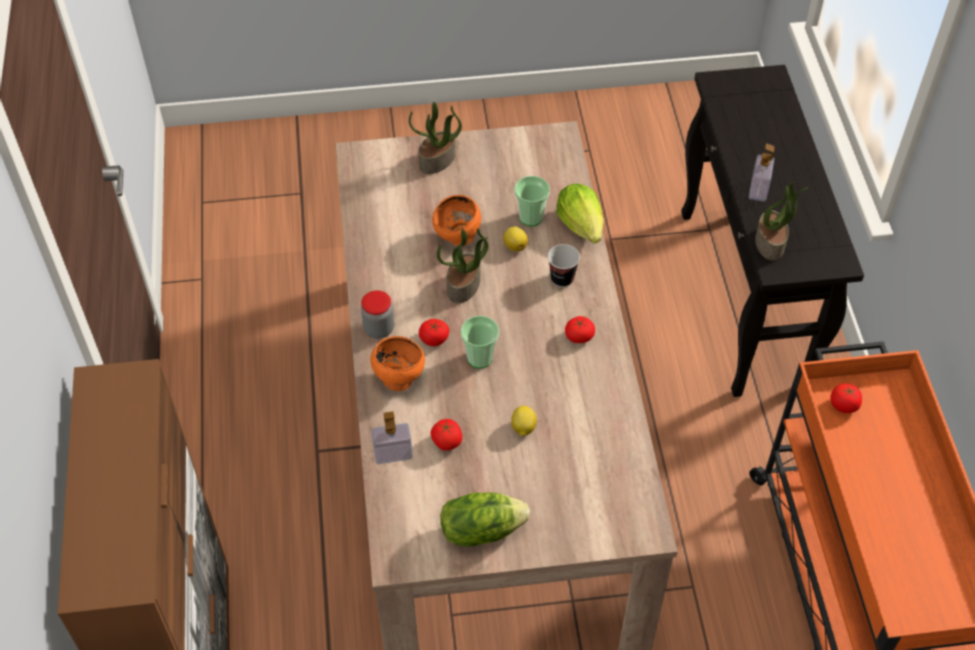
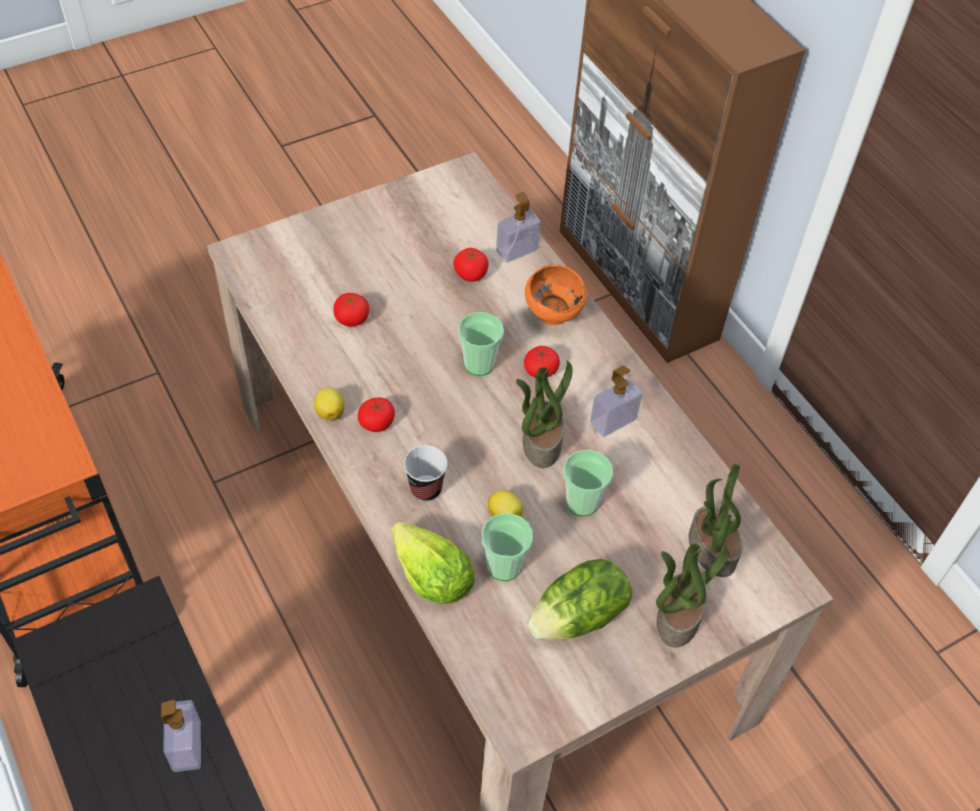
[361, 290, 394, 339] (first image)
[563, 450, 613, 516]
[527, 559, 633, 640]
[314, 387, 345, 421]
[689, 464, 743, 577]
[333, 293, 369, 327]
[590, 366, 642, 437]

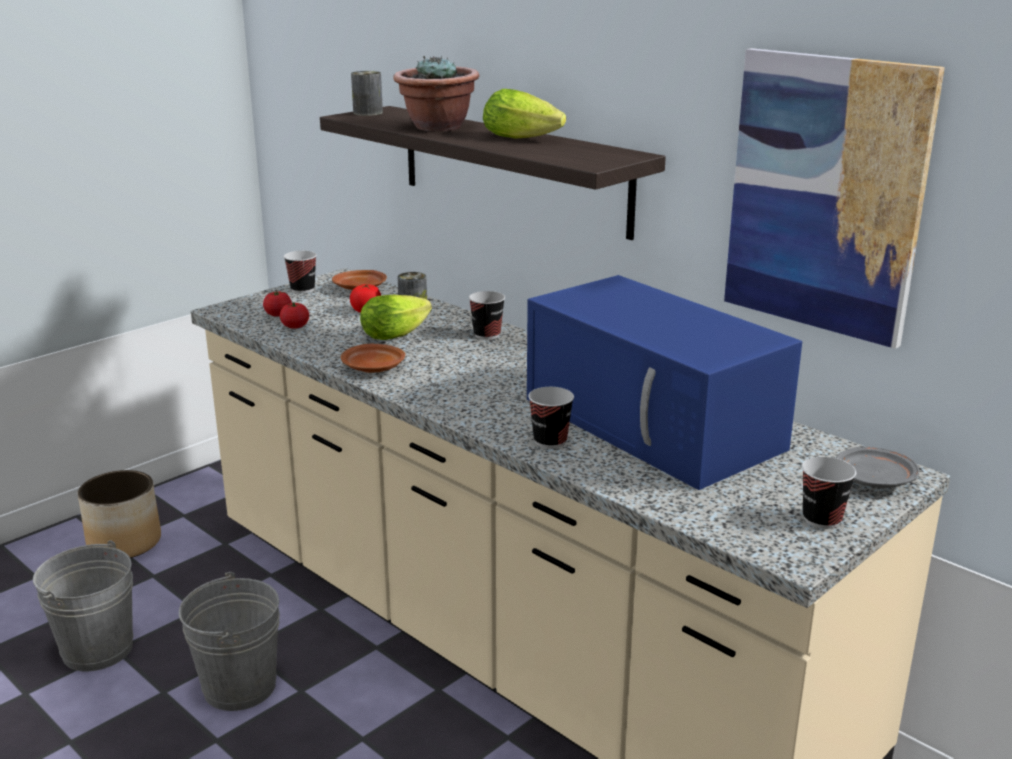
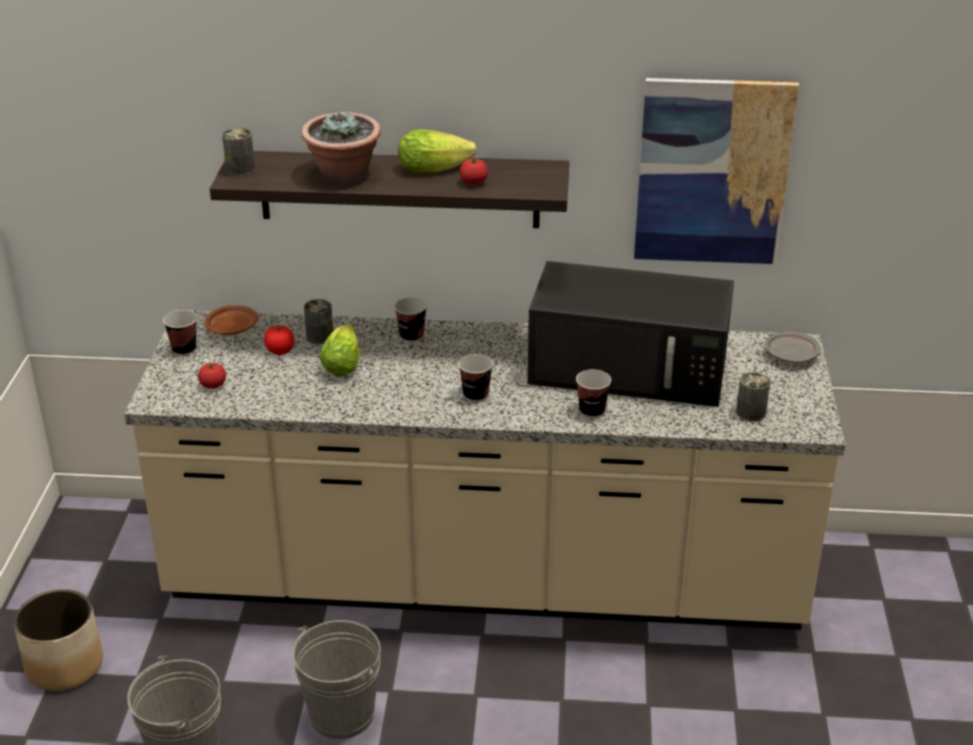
[459, 159, 488, 185]
[341, 344, 405, 373] (first image)
[527, 261, 734, 407]
[458, 354, 493, 402]
[736, 372, 770, 422]

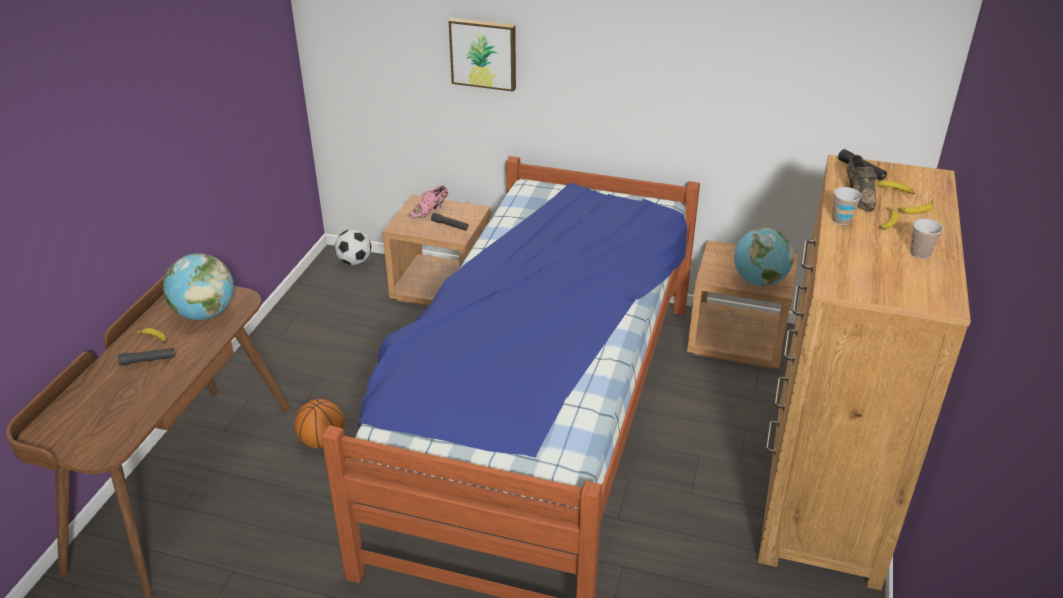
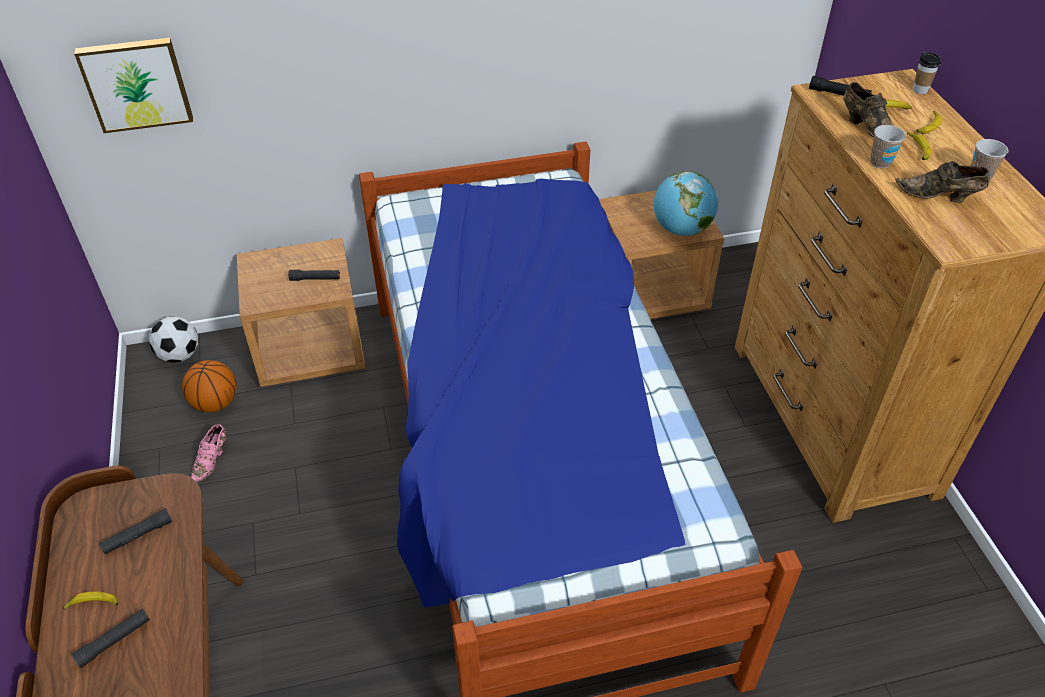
[99, 508, 172, 554]
[182, 360, 237, 413]
[191, 424, 226, 482]
[74, 38, 193, 133]
[895, 161, 990, 203]
[913, 52, 941, 94]

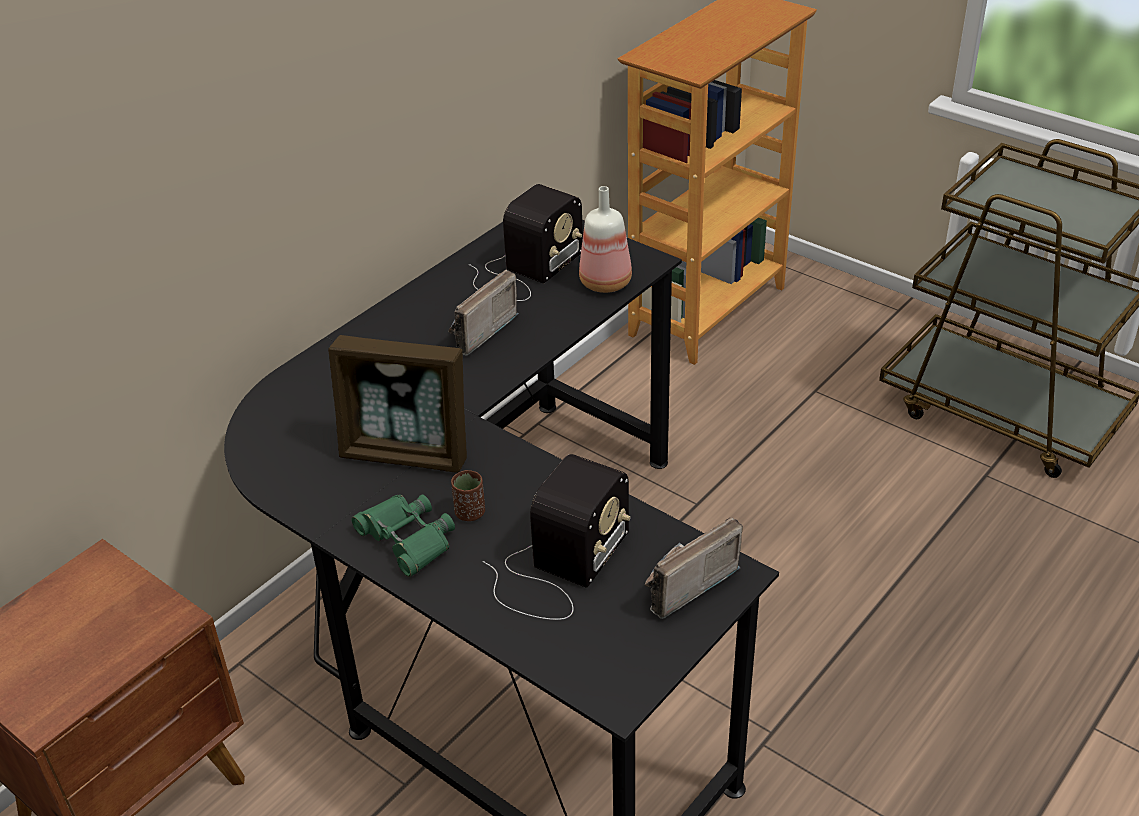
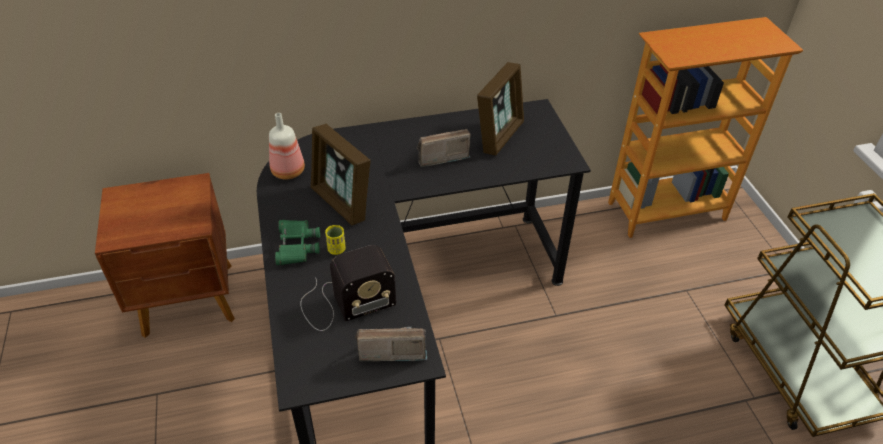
[325, 225, 346, 255]
[477, 62, 524, 155]
[269, 113, 305, 179]

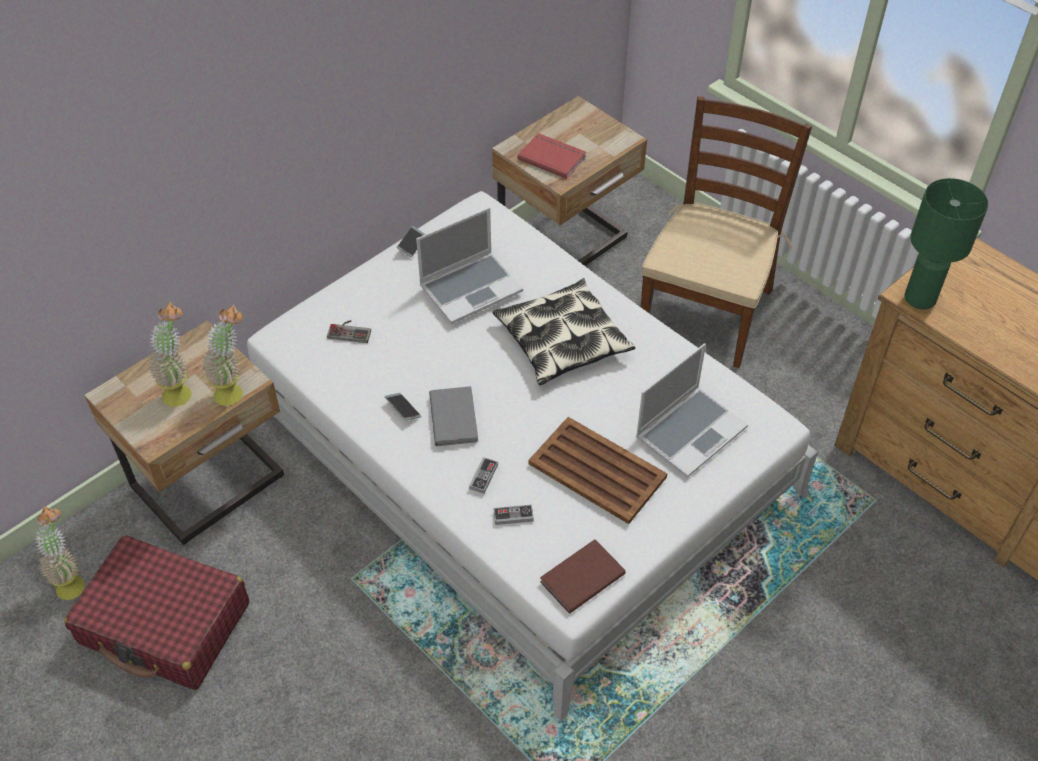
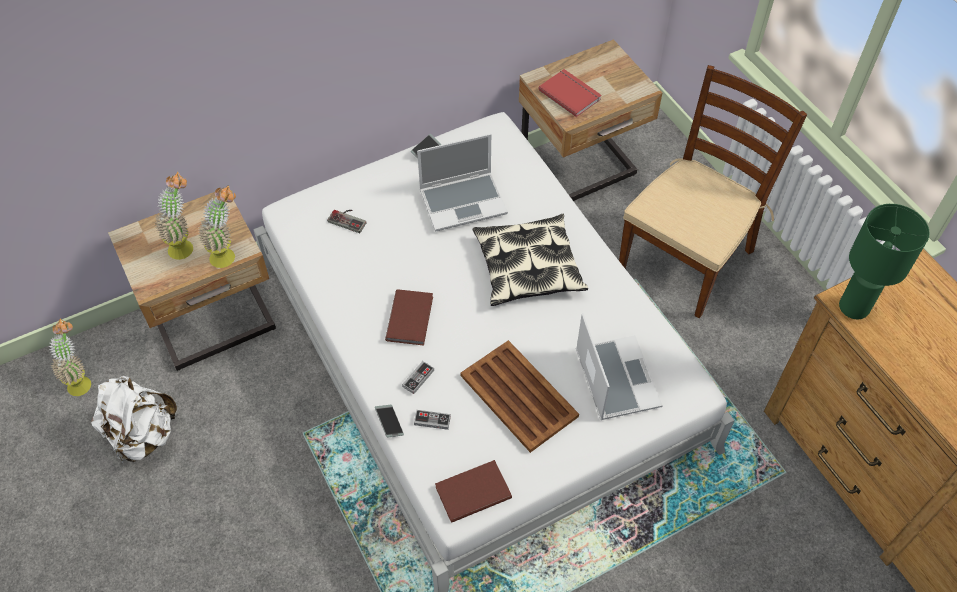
[91, 376, 177, 464]
[375, 405, 404, 438]
[385, 289, 433, 345]
[576, 313, 663, 420]

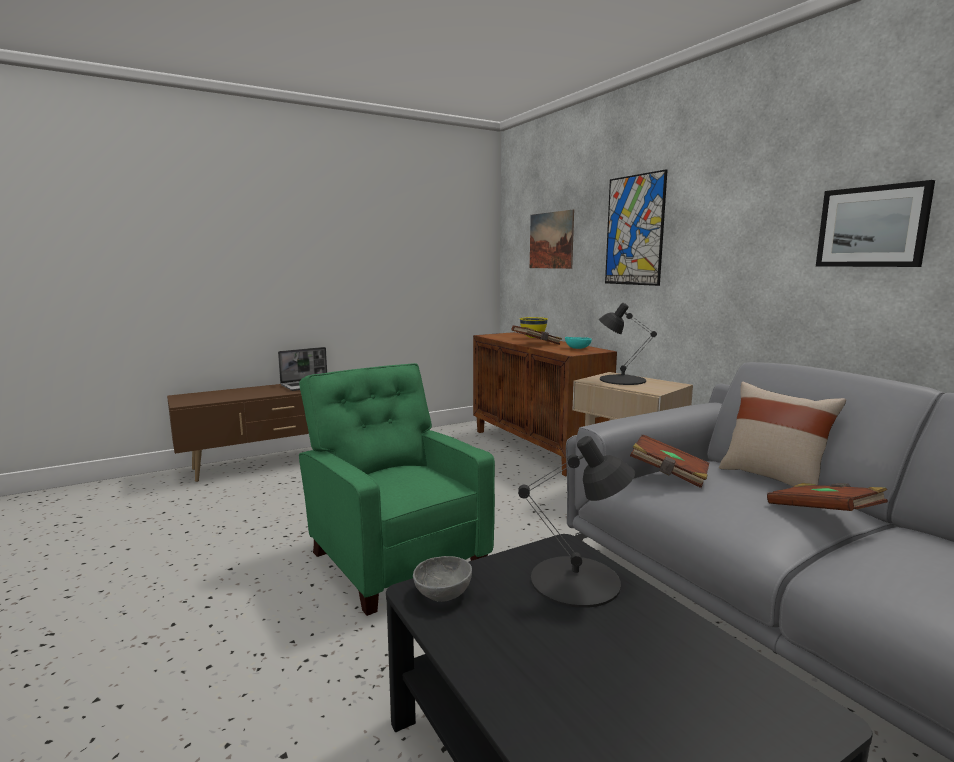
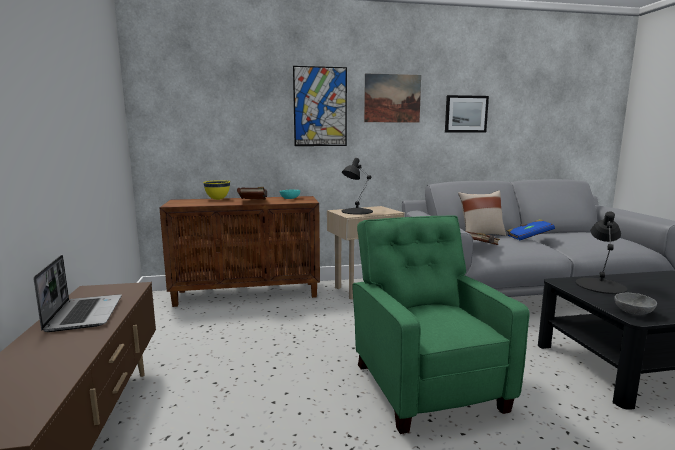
[352, 215, 529, 434]
[364, 73, 421, 123]
[507, 219, 555, 240]

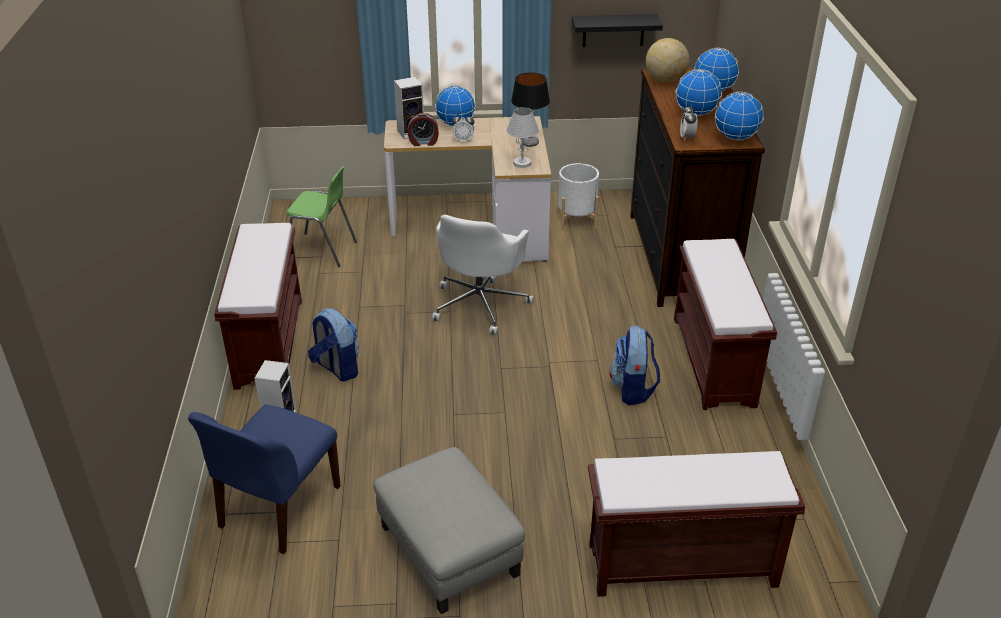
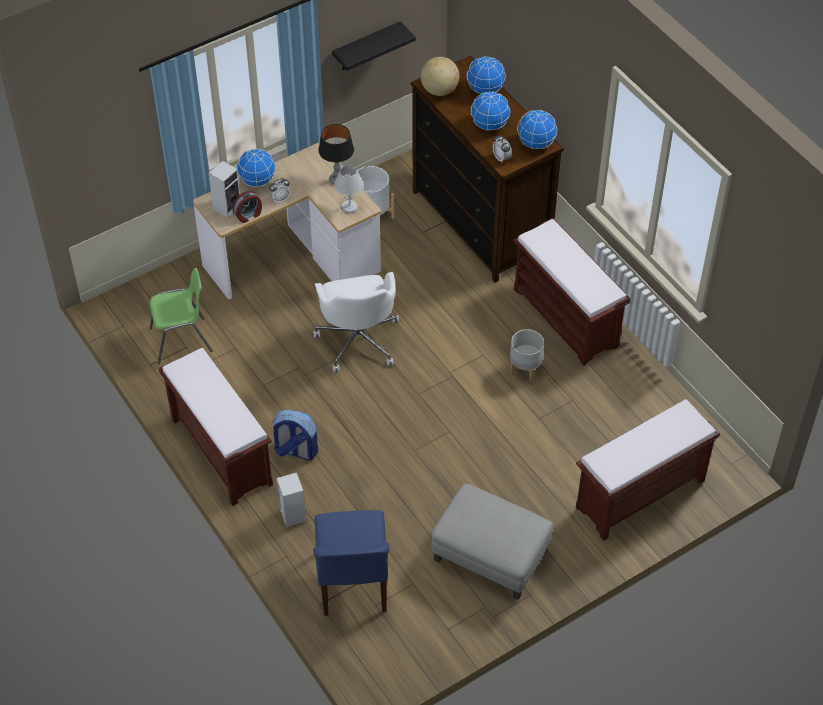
[510, 329, 544, 382]

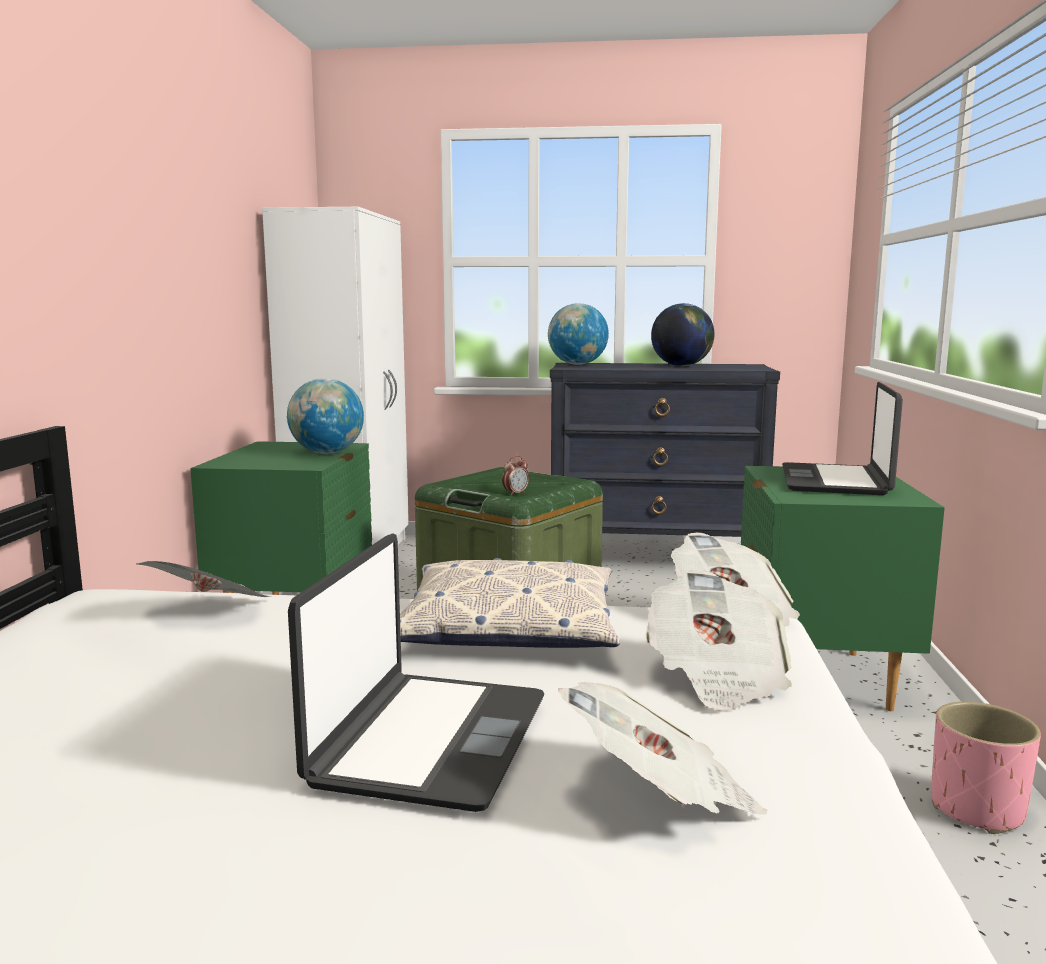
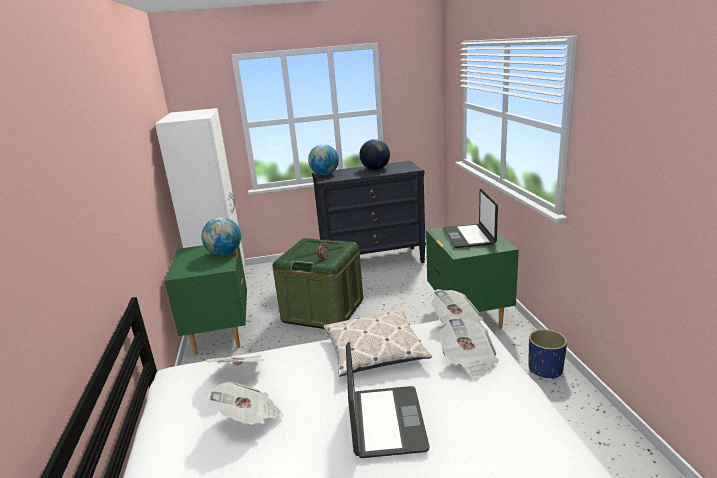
[207, 382, 284, 426]
[528, 329, 567, 379]

